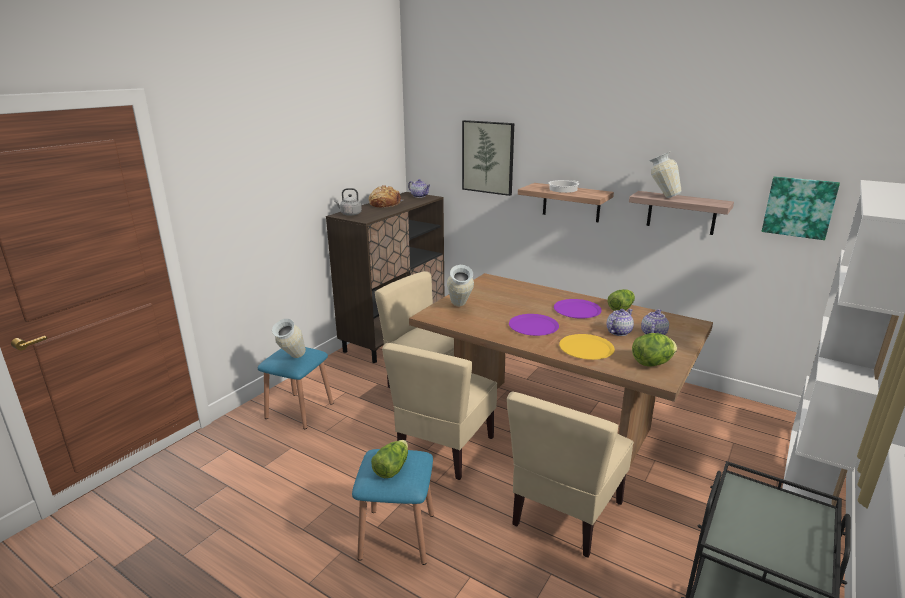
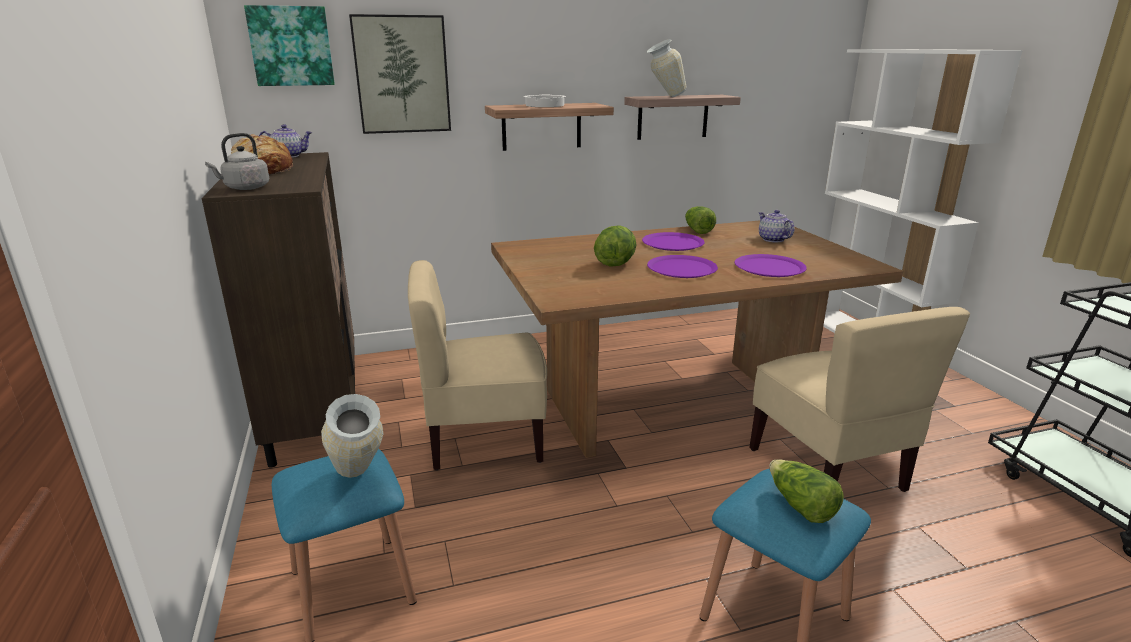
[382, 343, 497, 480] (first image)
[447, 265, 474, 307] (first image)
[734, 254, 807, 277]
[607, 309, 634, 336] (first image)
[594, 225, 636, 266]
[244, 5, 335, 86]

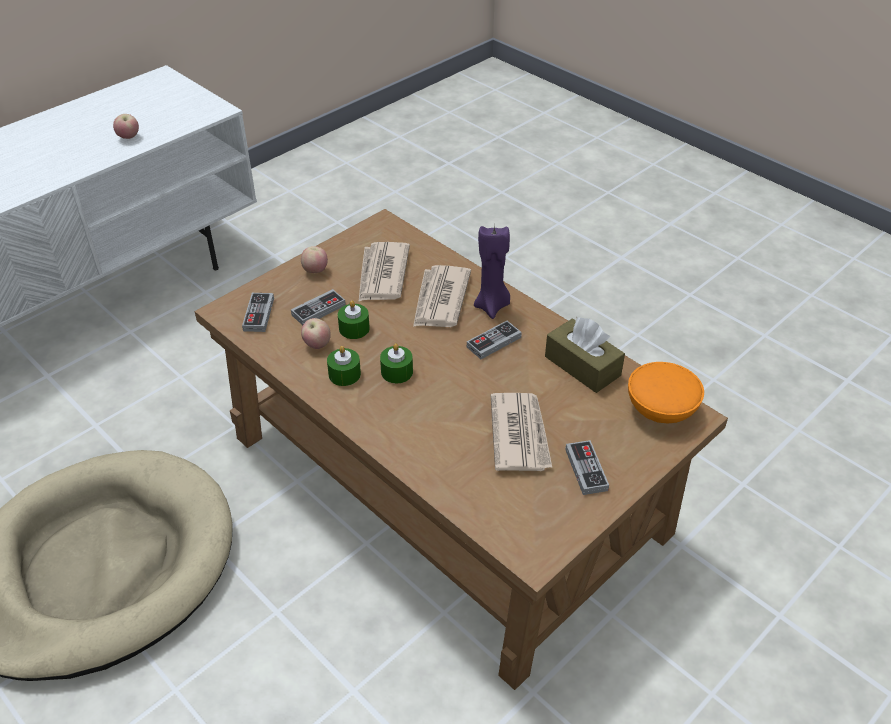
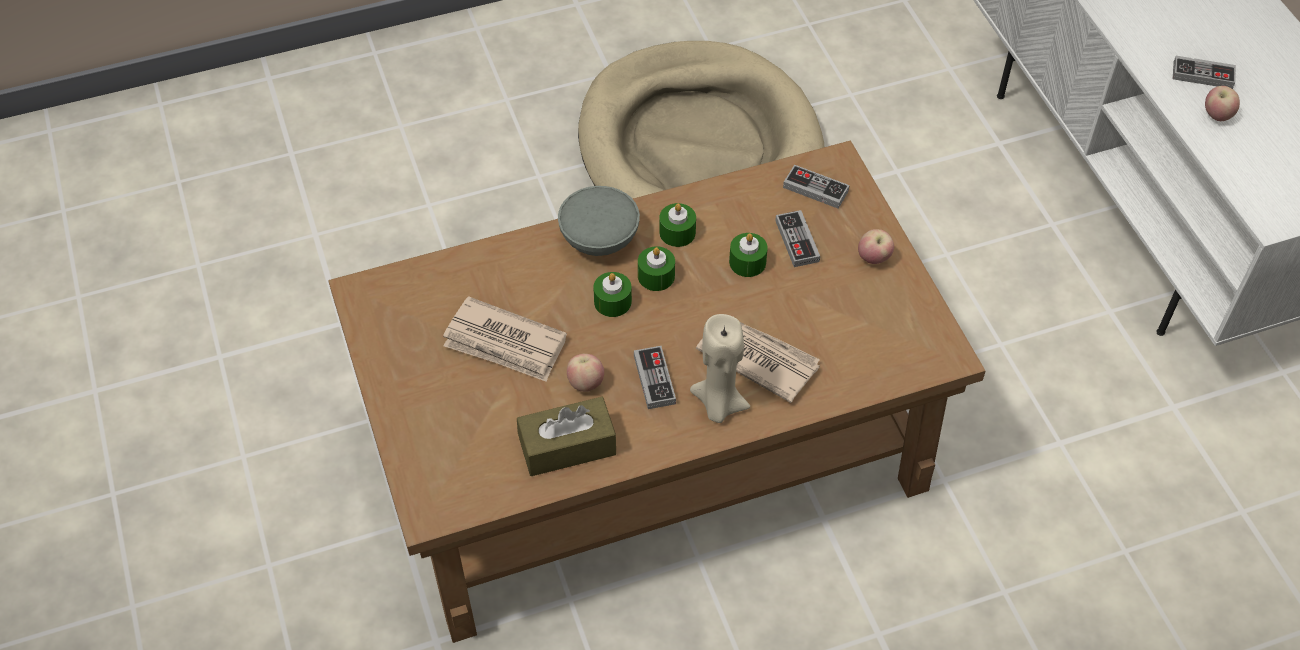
[567, 354, 604, 392]
[359, 242, 410, 301] (first image)
[690, 314, 750, 423]
[1173, 56, 1236, 89]
[628, 362, 704, 424] (first image)
[558, 186, 640, 256]
[593, 272, 632, 317]

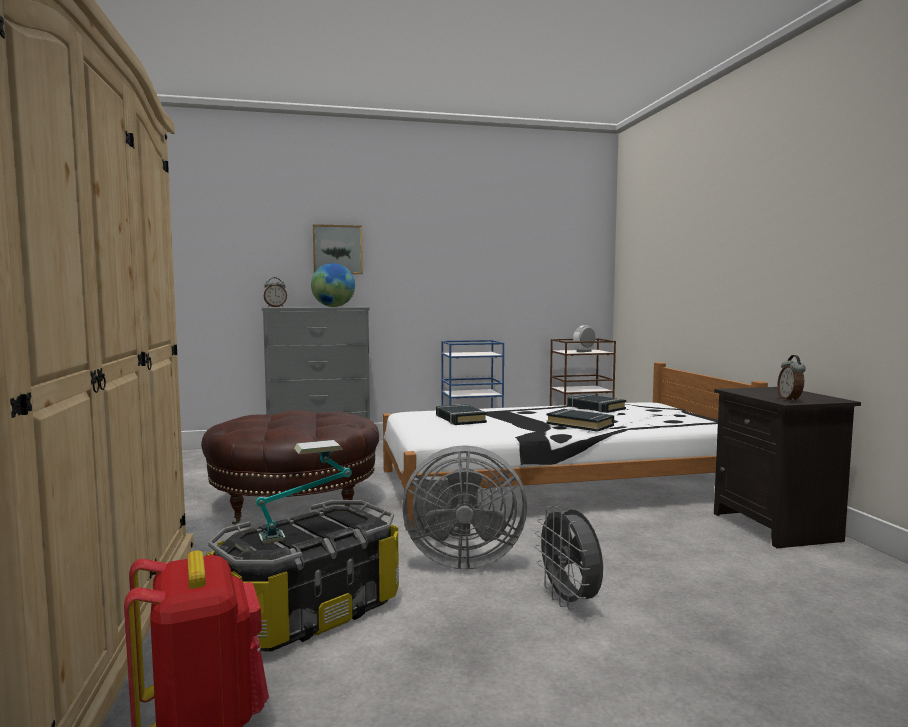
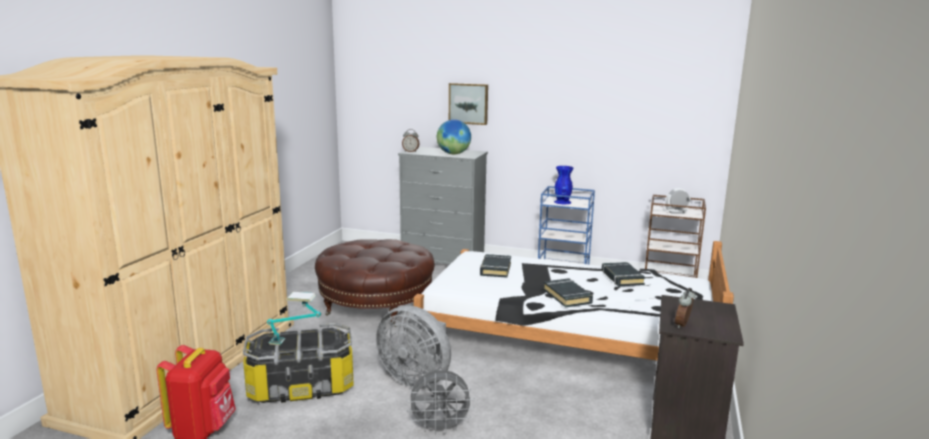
[407, 370, 474, 434]
[554, 166, 574, 204]

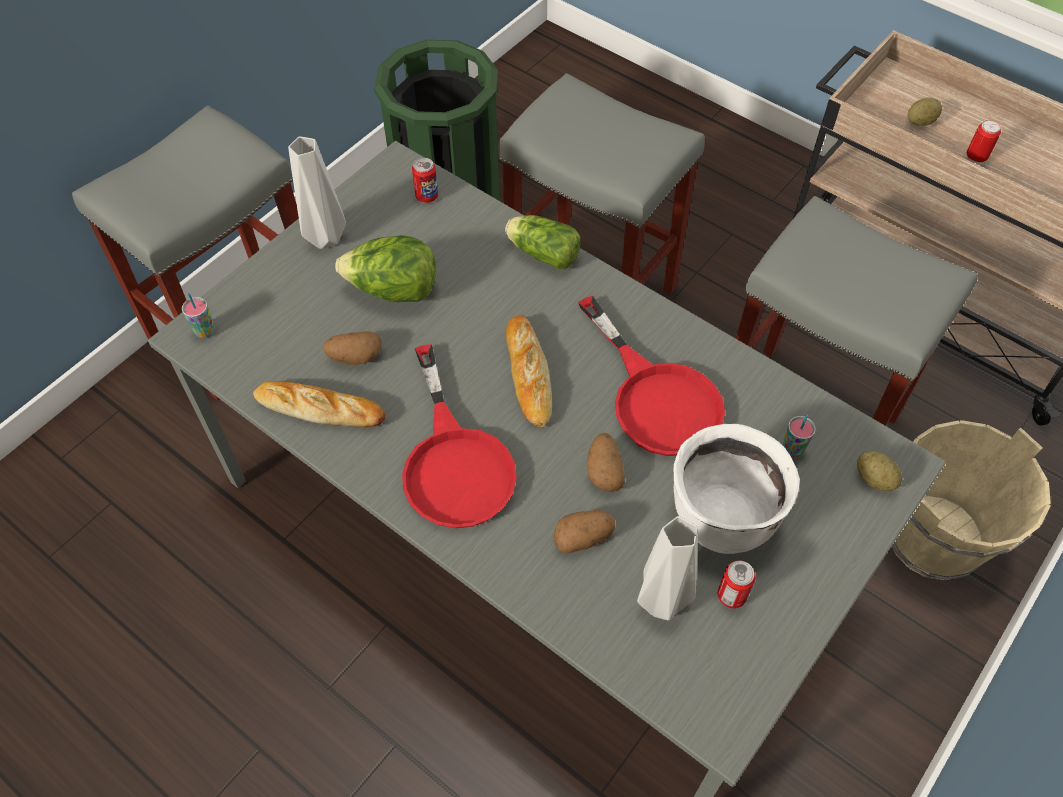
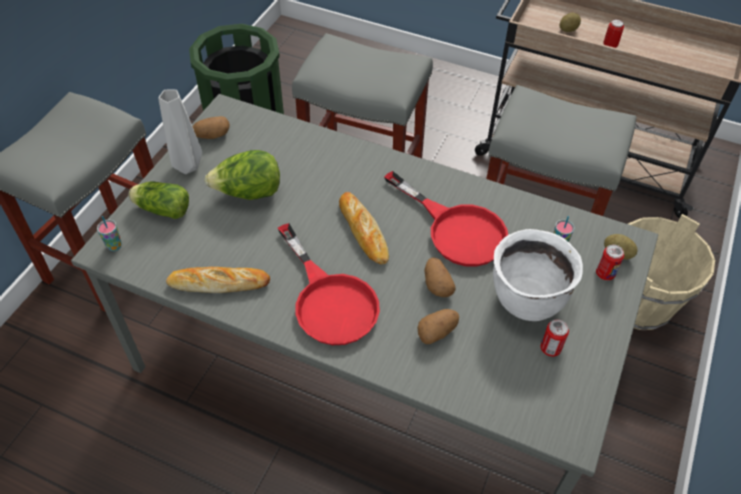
[192, 116, 230, 139]
[596, 245, 624, 280]
[129, 182, 189, 219]
[637, 516, 698, 620] (first image)

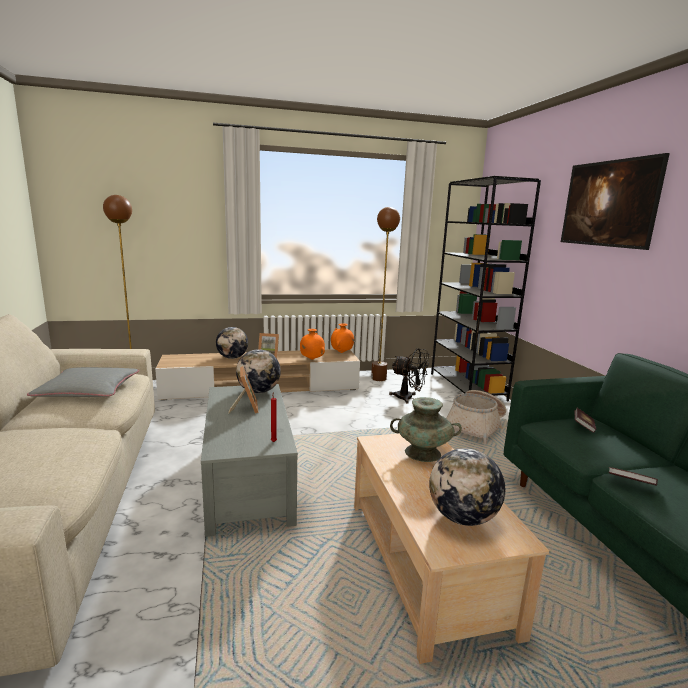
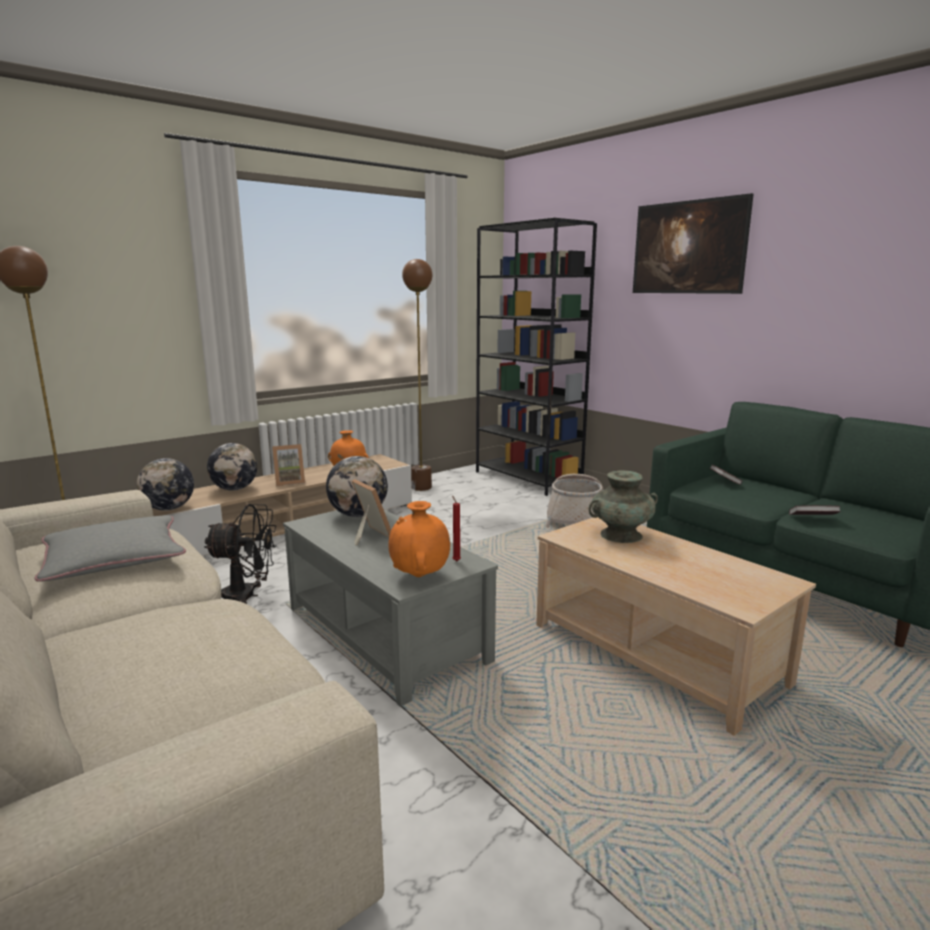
[388, 501, 450, 577]
[204, 504, 276, 604]
[137, 458, 194, 511]

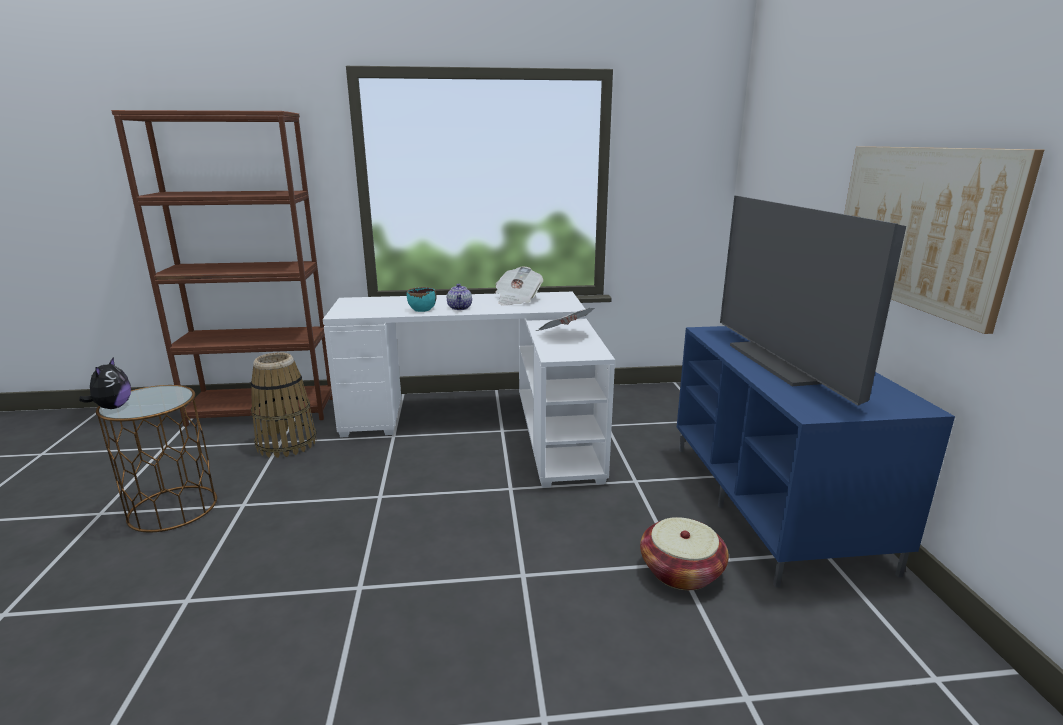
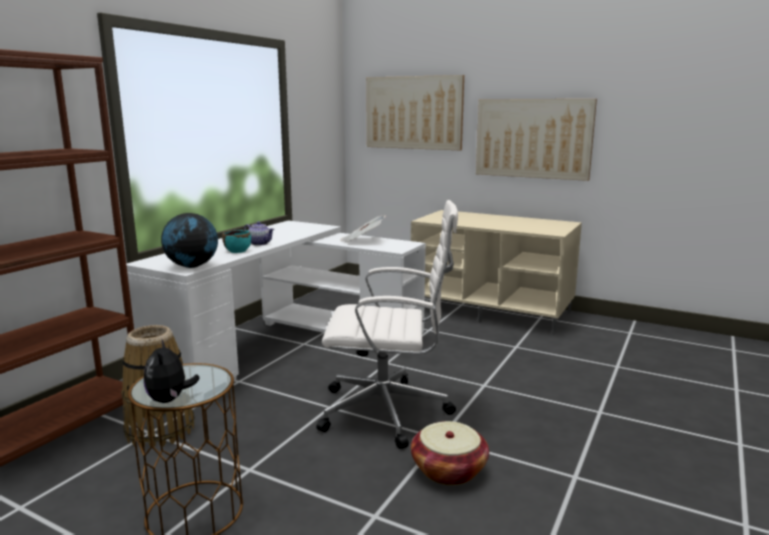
[144, 340, 200, 403]
[495, 266, 543, 306] (first image)
[411, 421, 489, 485]
[411, 210, 582, 335]
[720, 196, 906, 405] (first image)
[161, 213, 218, 268]
[316, 200, 458, 449]
[366, 75, 464, 150]

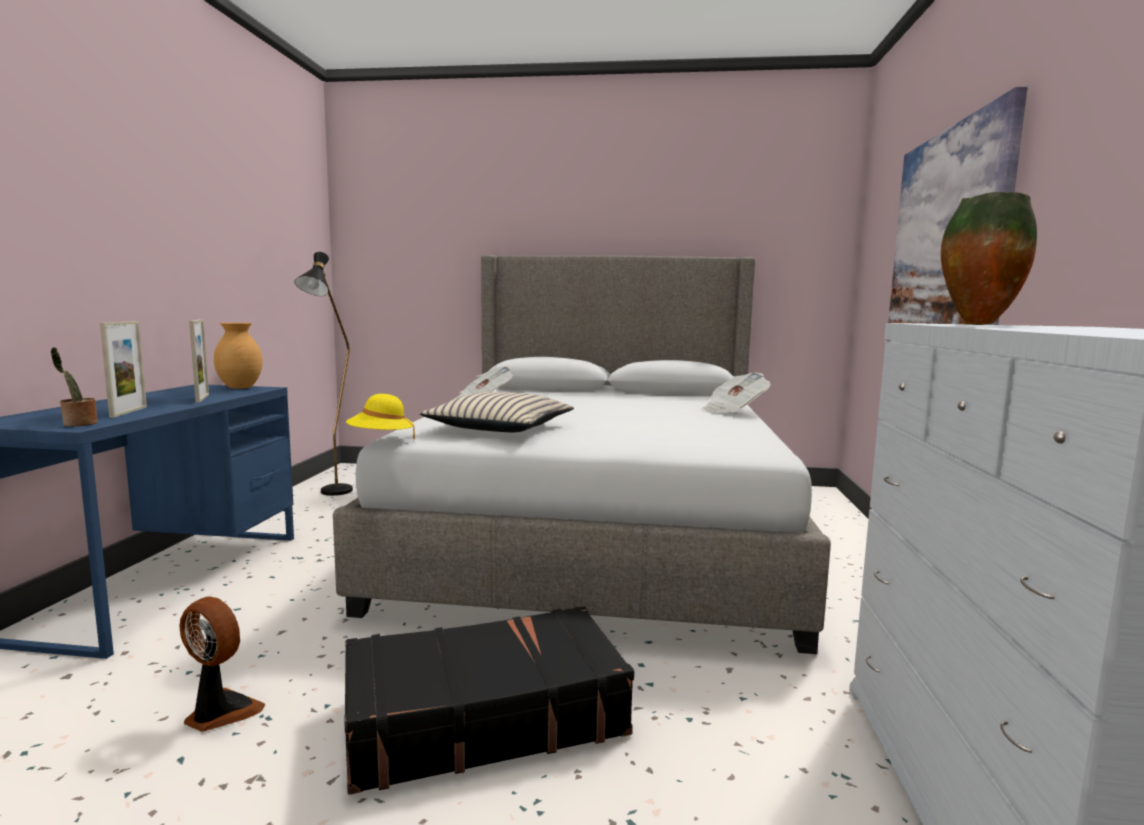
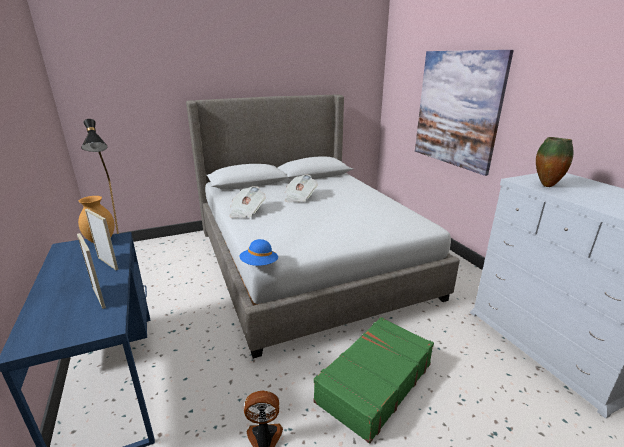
[51, 347, 98, 426] (first image)
[313, 317, 434, 444]
[239, 239, 278, 266]
[420, 391, 574, 432] (first image)
[285, 174, 317, 203]

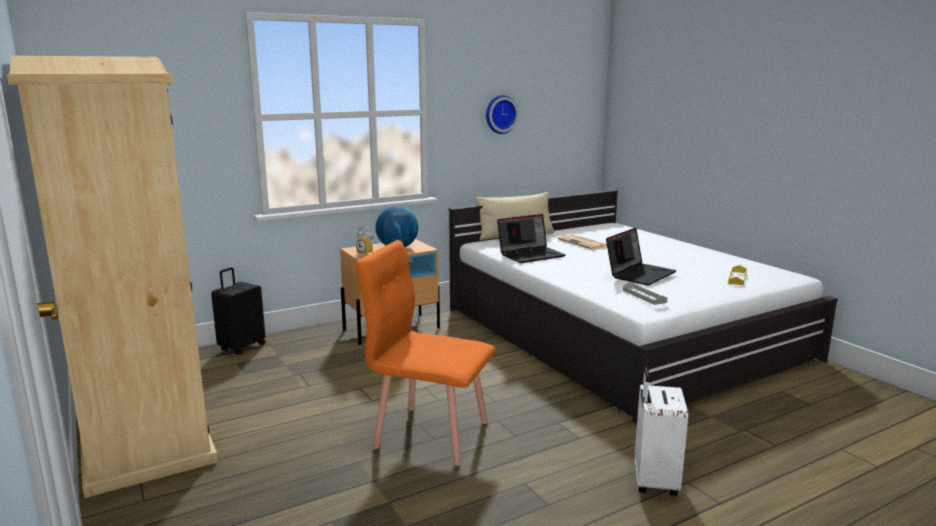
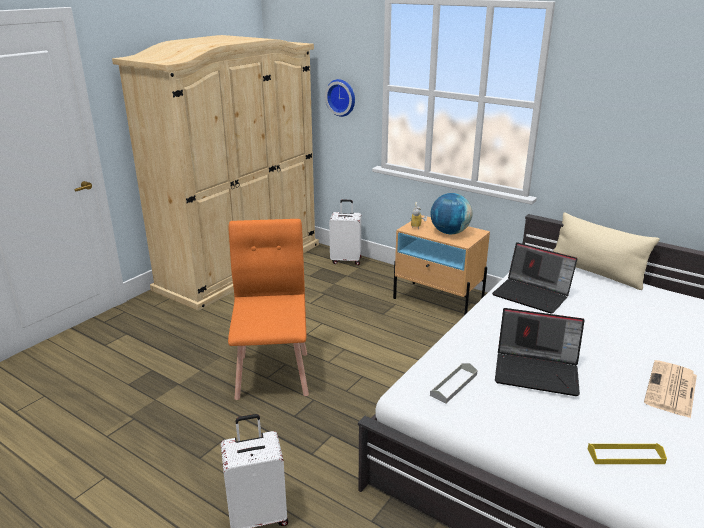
[329, 199, 361, 265]
[325, 79, 355, 117]
[644, 360, 697, 418]

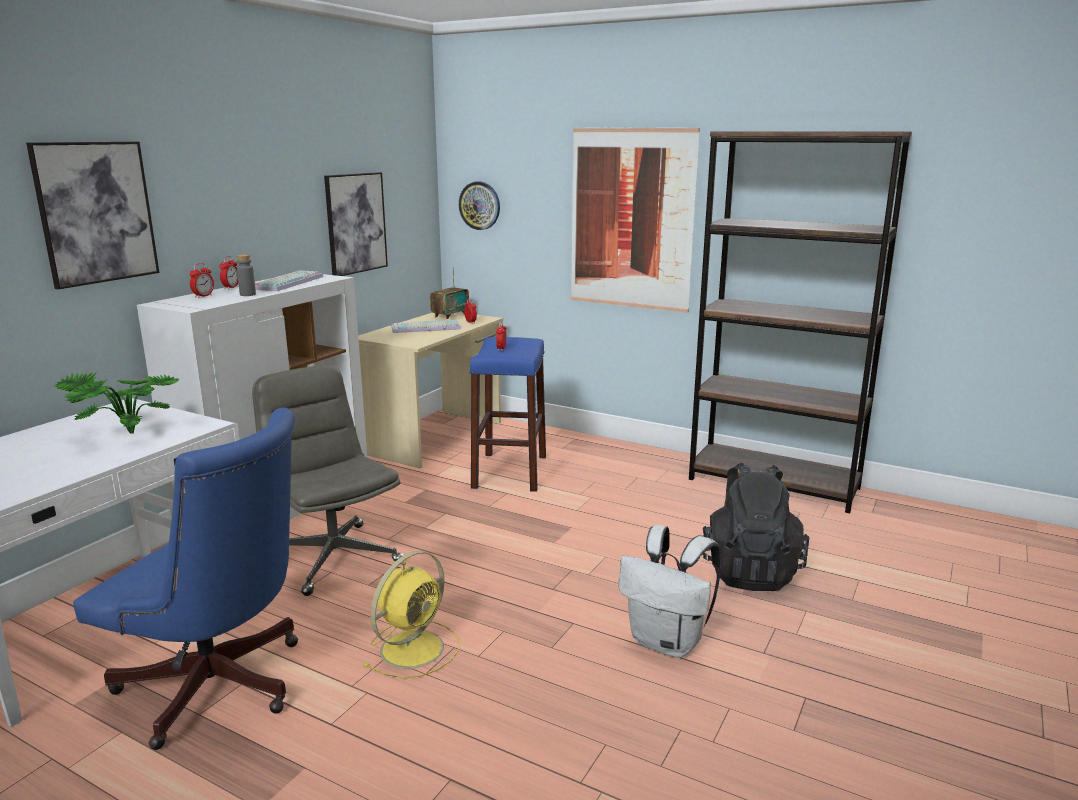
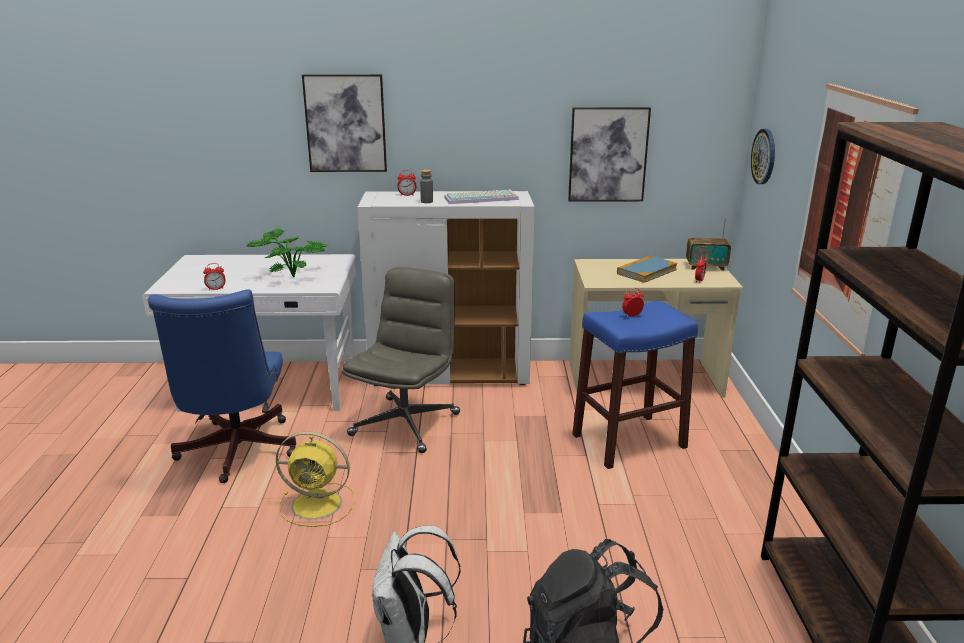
[203, 263, 226, 290]
[617, 255, 677, 283]

